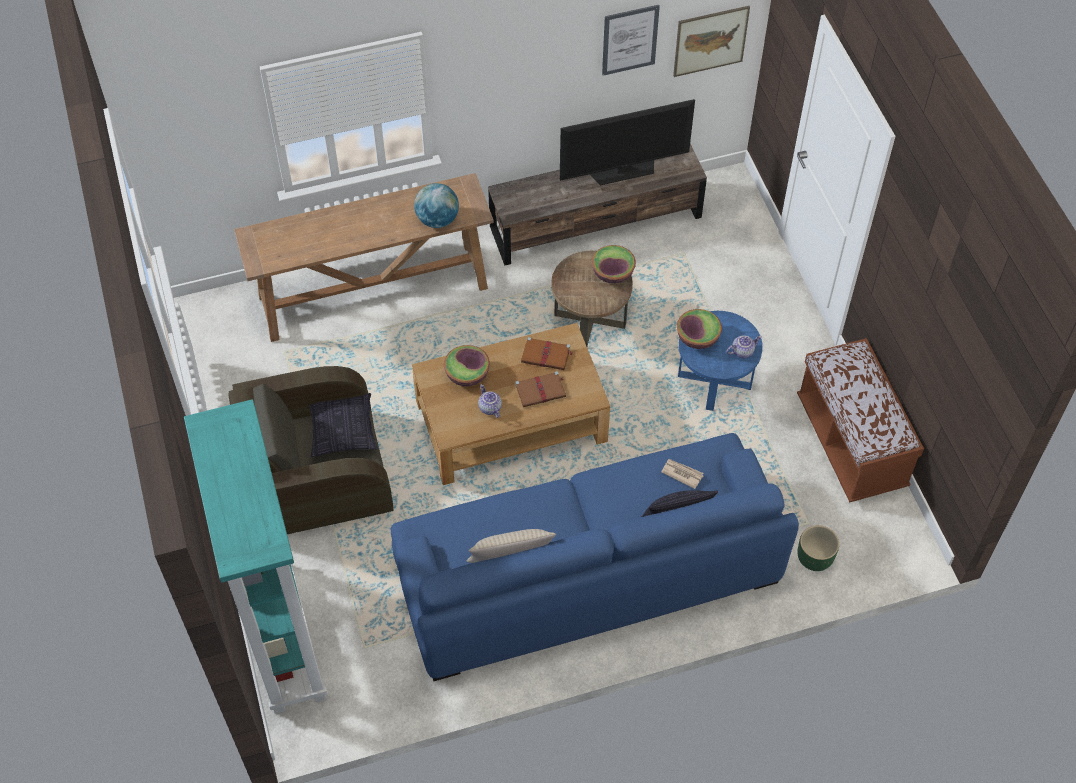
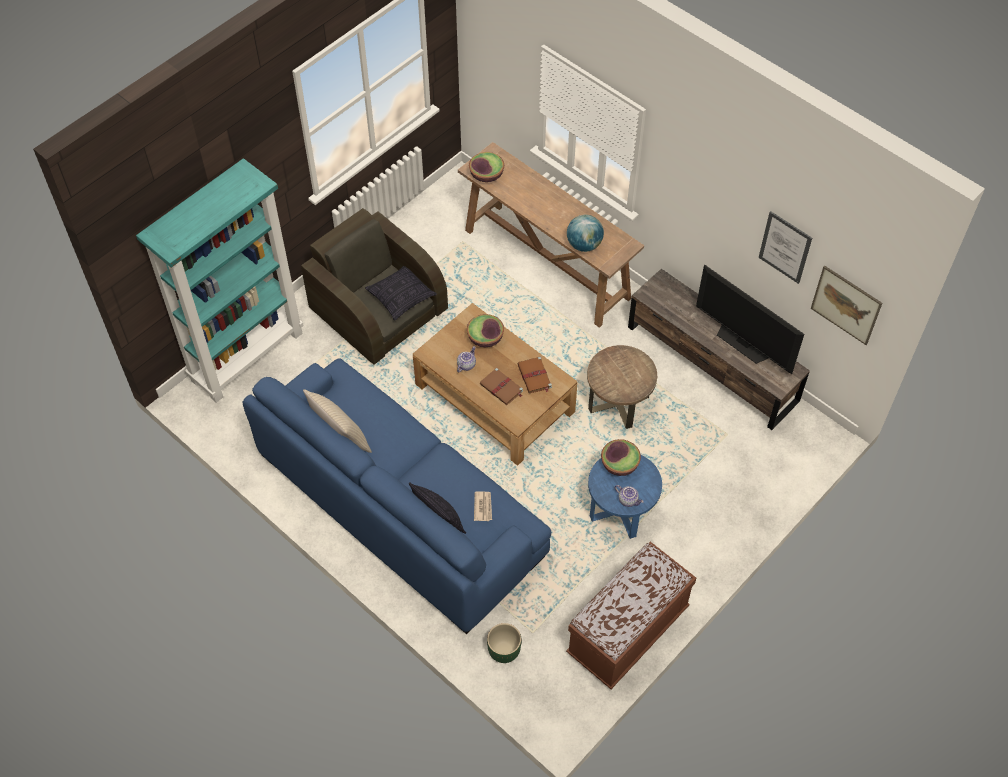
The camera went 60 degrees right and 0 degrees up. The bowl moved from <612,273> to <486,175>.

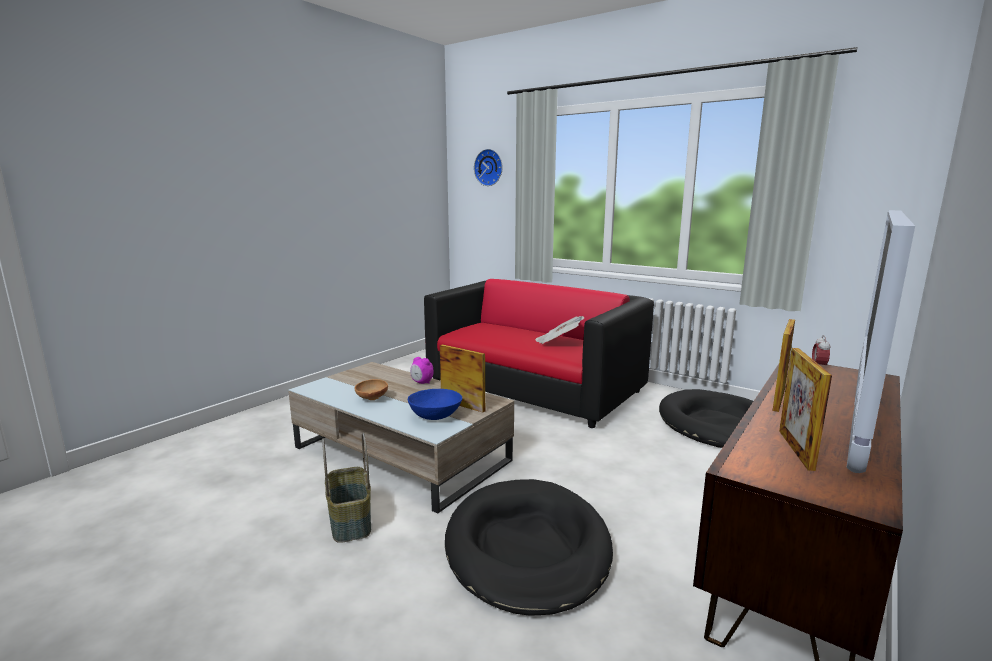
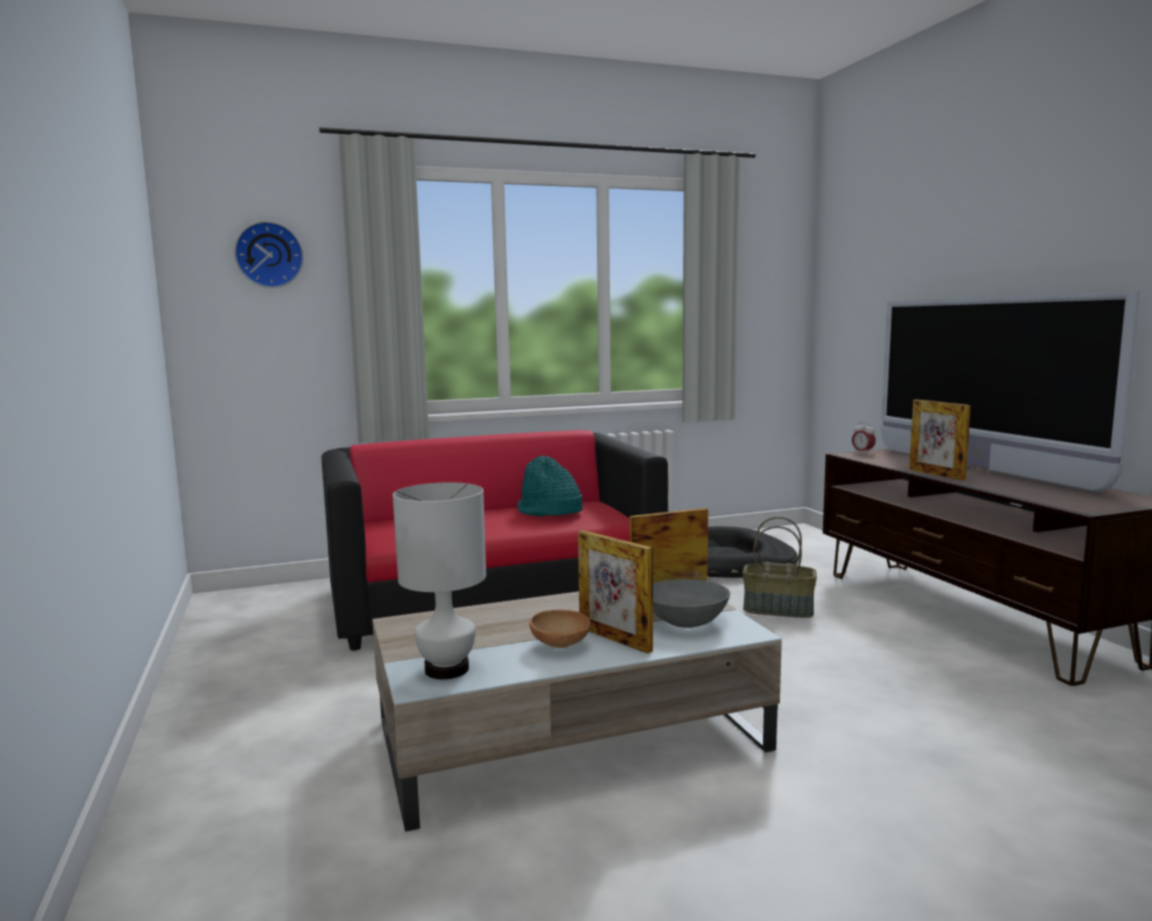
The camera went 55 degrees left and 5 degrees down. The whitish lamp for a table at <446,670> appeared. The daily paper at <558,342> was replaced by the blue-green clothing hat at <549,511>. The photo frame moved from <796,449> to <614,639>. The bluish bowl at <435,416> became the greyish bowl at <687,621>. The storage basket moved from <351,521> to <779,609>. The bedside clock at <422,382> disappeared. The black dog cushion at <527,548> disappeared.

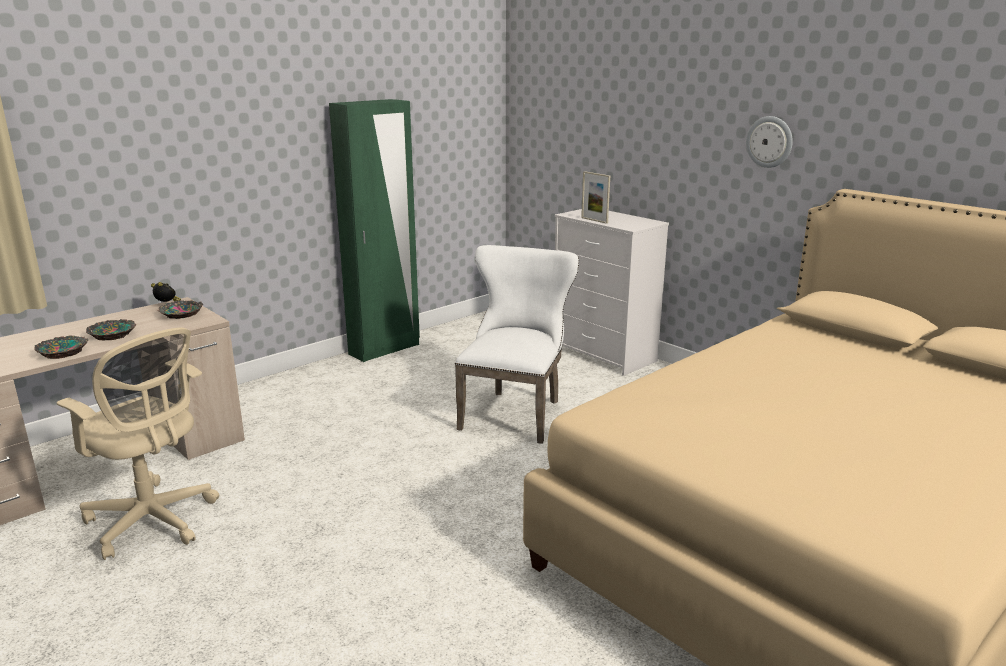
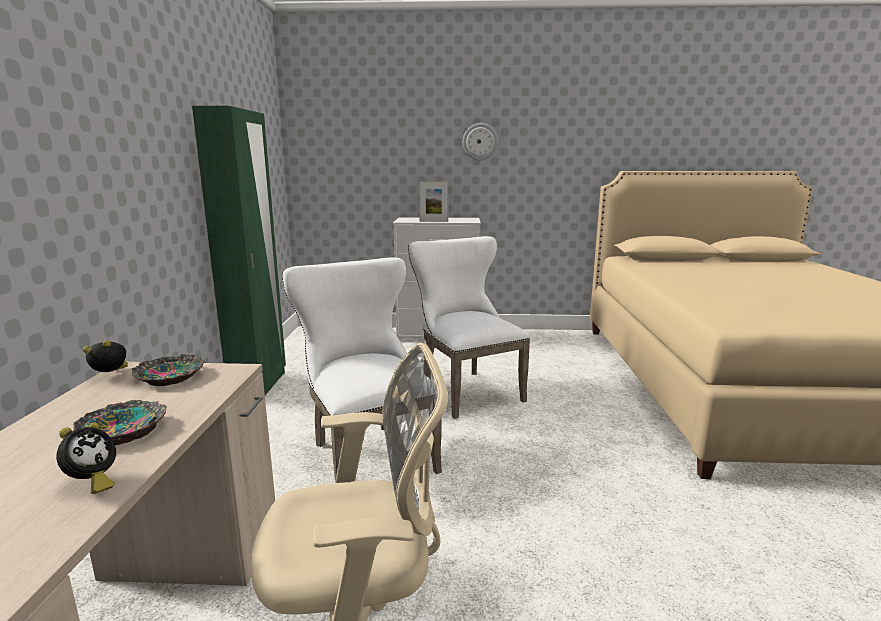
The camera went 45 degrees left and 5 degrees down. The bowl at <63,351> was replaced by the bedside clock at <92,483>. The whitish plain chair at <367,454> appeared. The clock on the wall moved from <769,142> to <480,141>.

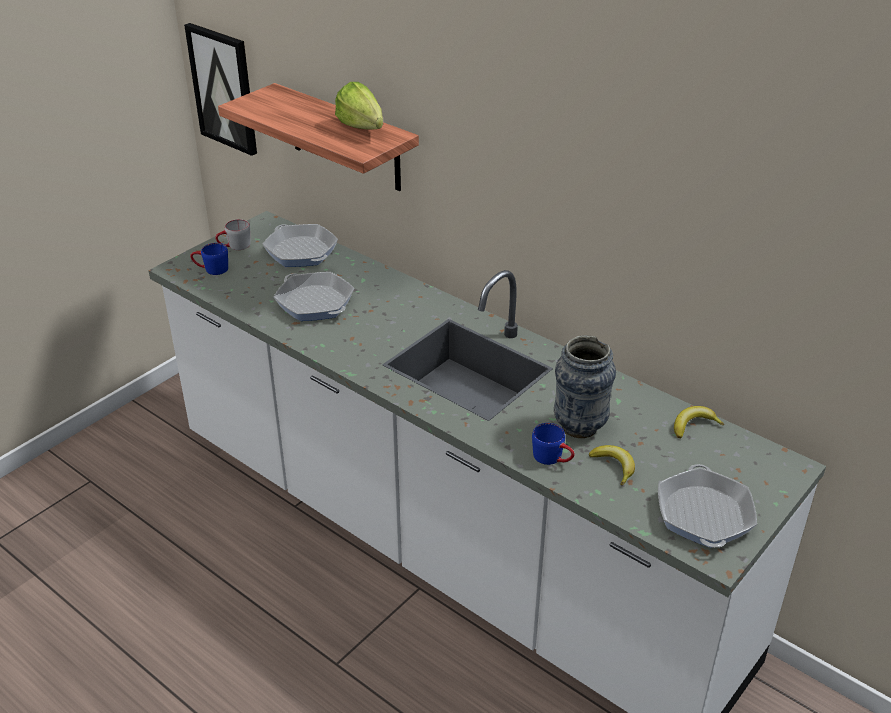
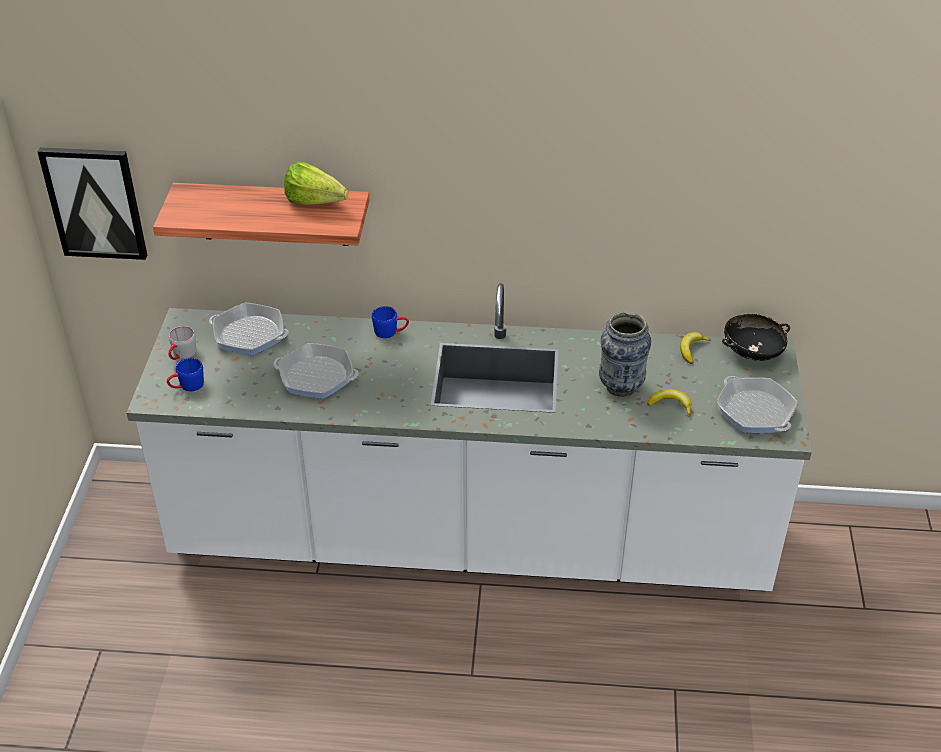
The camera went 35 degrees left and 5 degrees up. The bluish tea mug moved from <553,458> to <391,331>. The black bowl at <752,352> appeared.

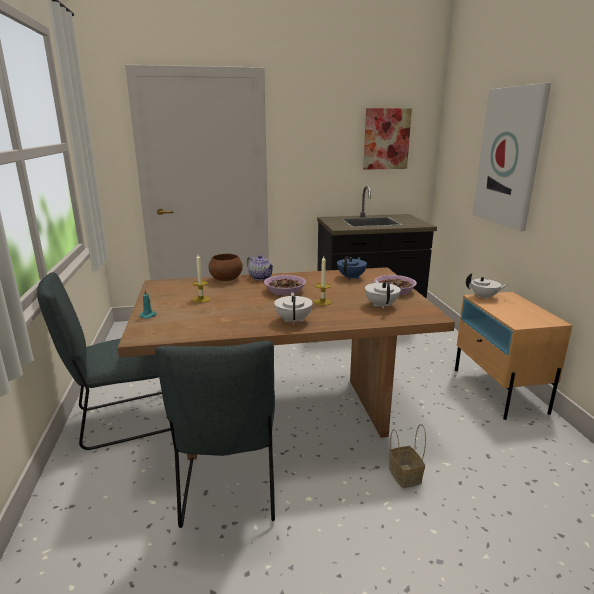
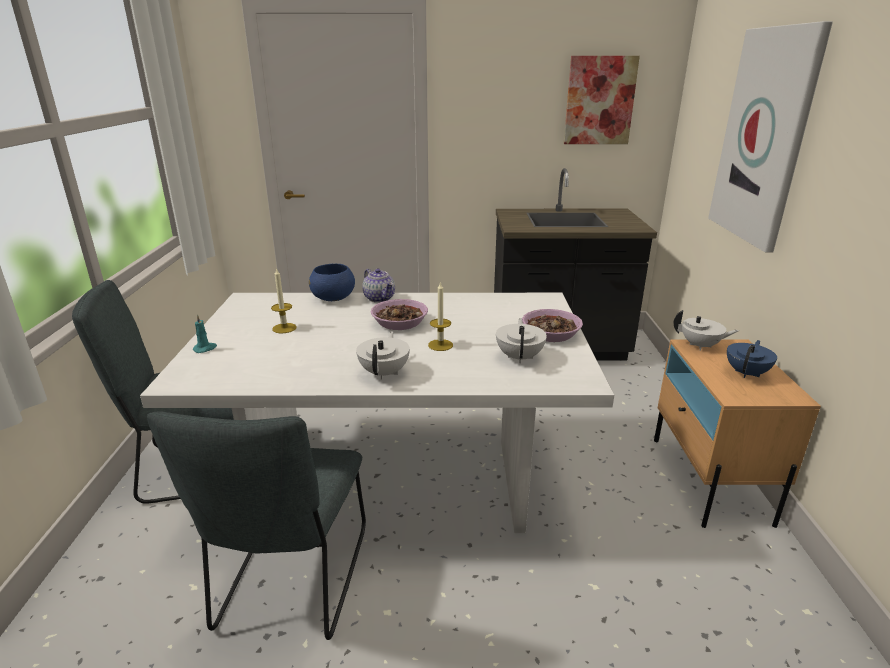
The camera went 10 degrees right and 5 degrees up. The brown-coloured kitchen table at <284,414> became the whitish kitchen table at <397,482>. The brown-coloured bowl at <226,279> became the bluish bowl at <333,298>. The bluish teapot moved from <351,277> to <747,373>. The storage basket at <403,475> disappeared.

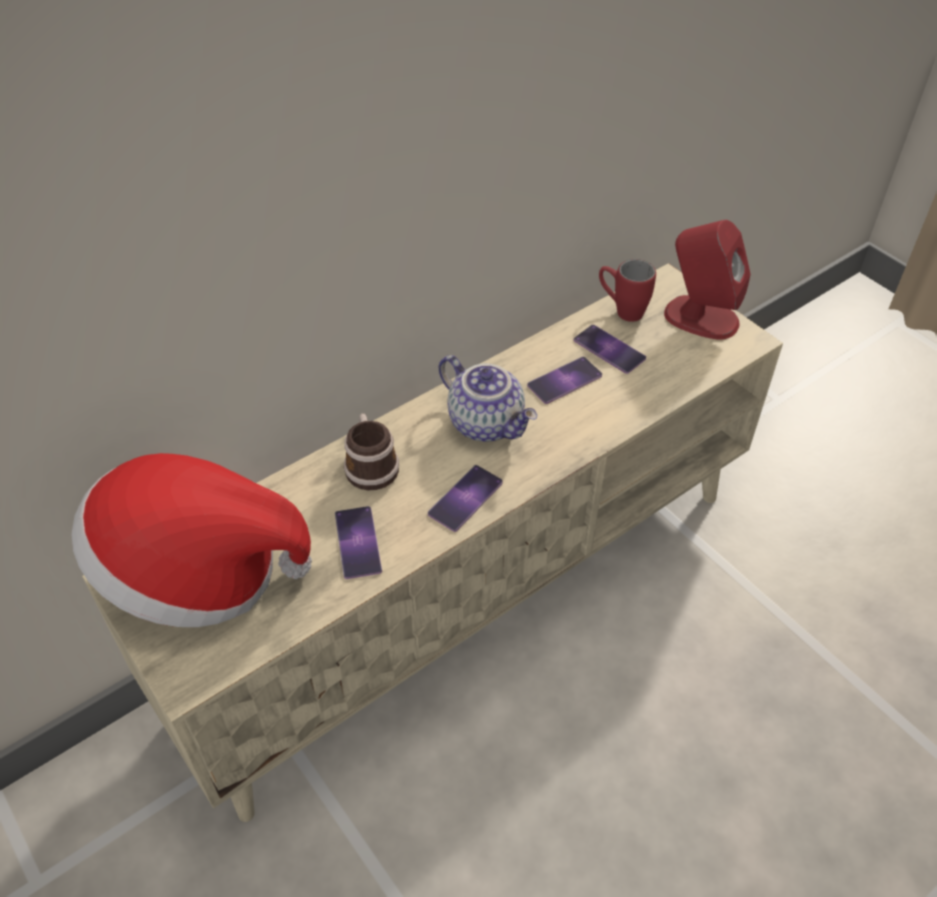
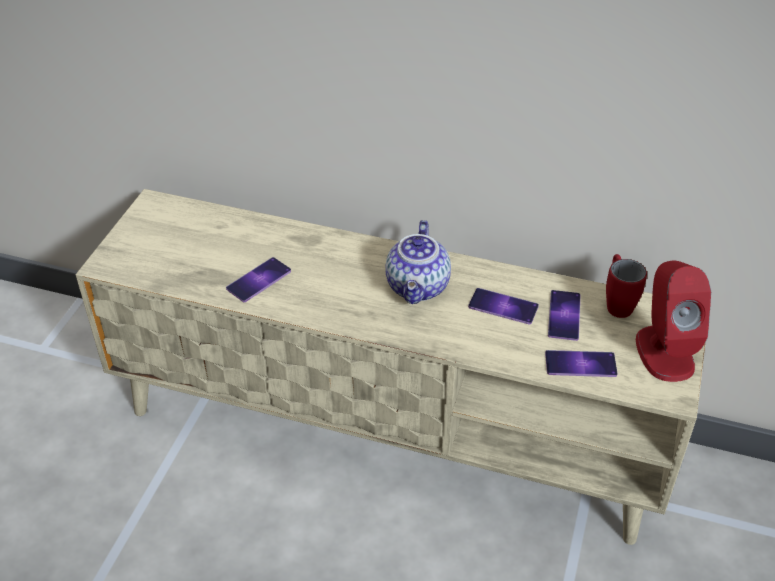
The camera went 55 degrees right and 5 degrees down. The phone moved from <465,498> to <580,364>. The clothing hat at <198,573> disappeared. The tea mug at <370,464> disappeared.

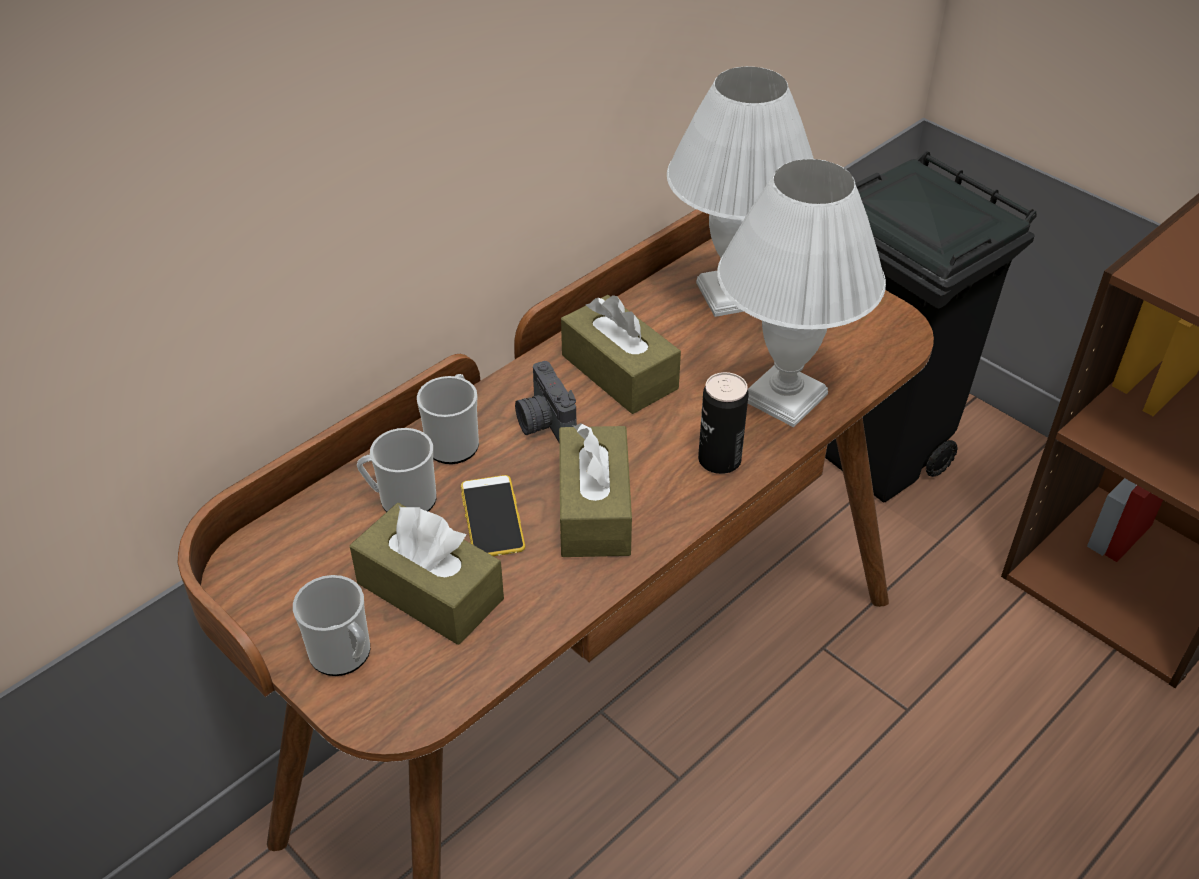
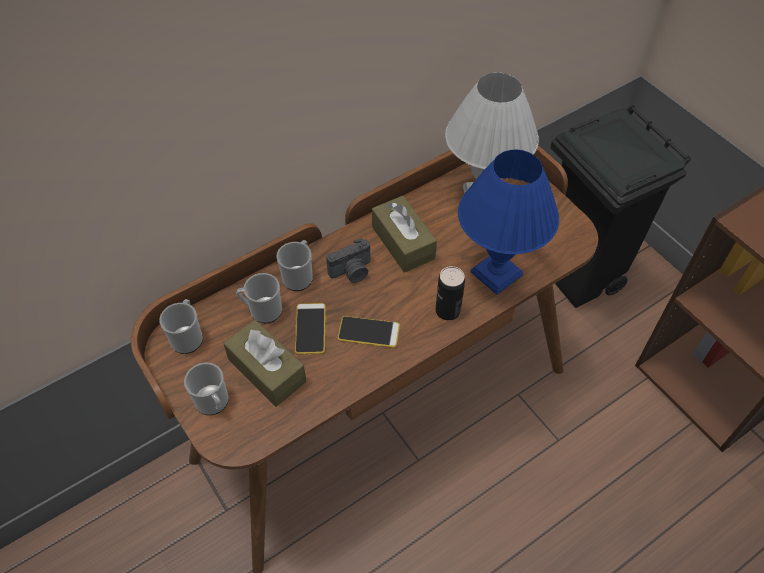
The camera went 10 degrees right and 10 degrees up. The tea mug at <188,337> appeared. The still camera at <544,424> turned 105 degrees counterclockwise. The brown-coloured box of tissues at <594,509> was replaced by the phone at <368,332>. The whitish lamp for a table at <787,397> became the bluish lamp for a table at <497,274>.

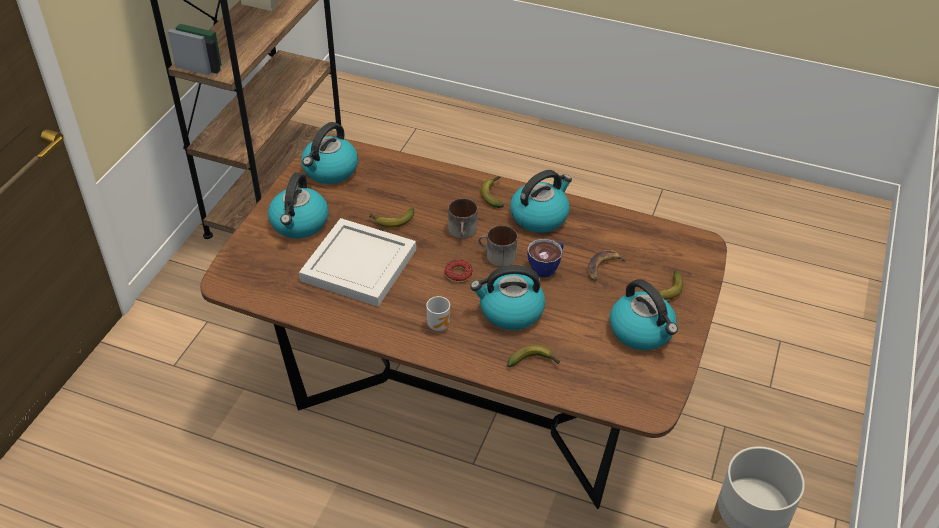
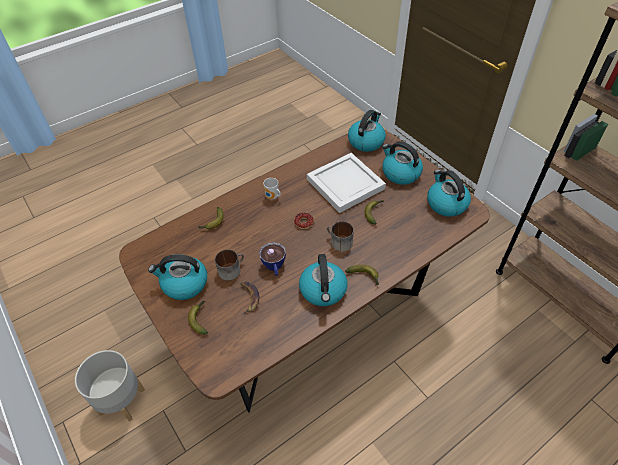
The camera went 125 degrees right and 5 degrees up. The tea mug moved from <496,256> to <231,269>. The water kettle moved from <510,311> to <366,141>.

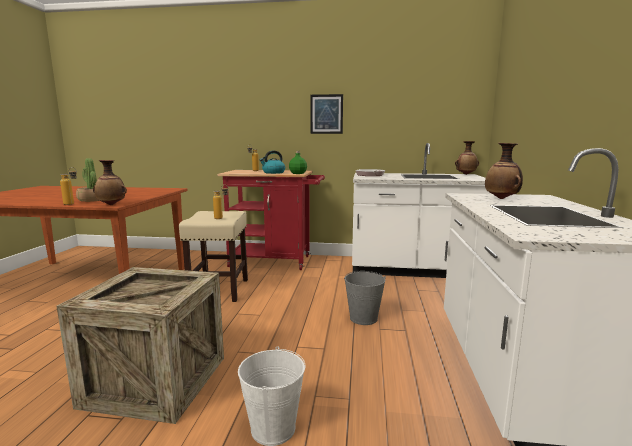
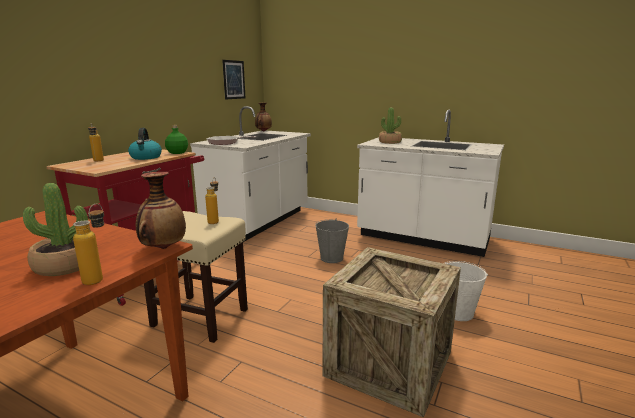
The camera went 70 degrees left and 5 degrees up. The picture moved from <326,114> to <234,79>. The decorative vase at <501,198> was replaced by the plant in a pot at <390,142>.

